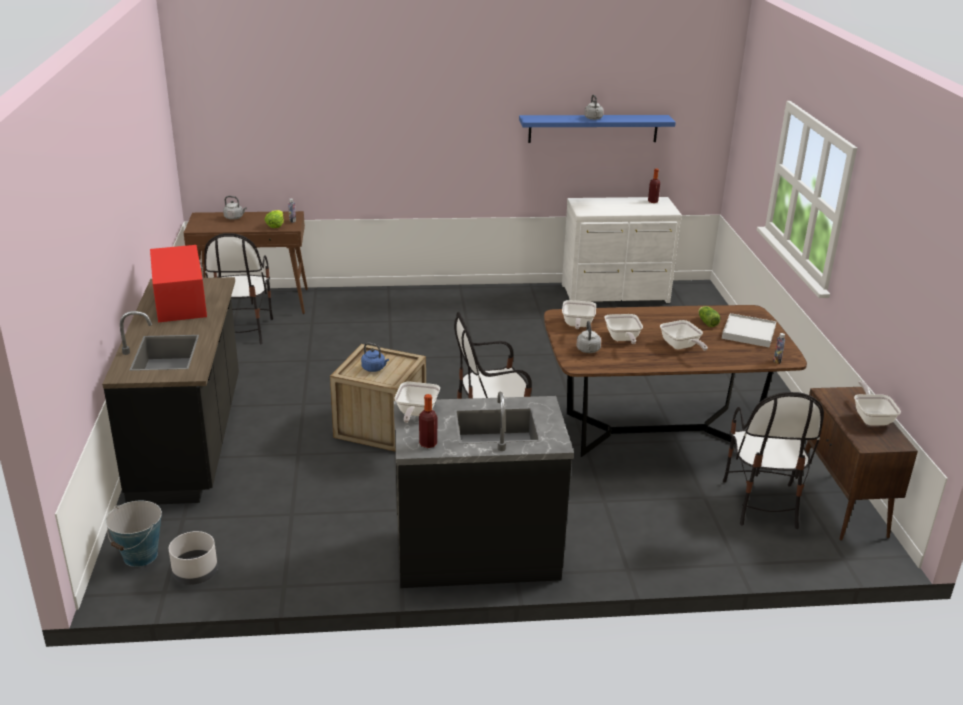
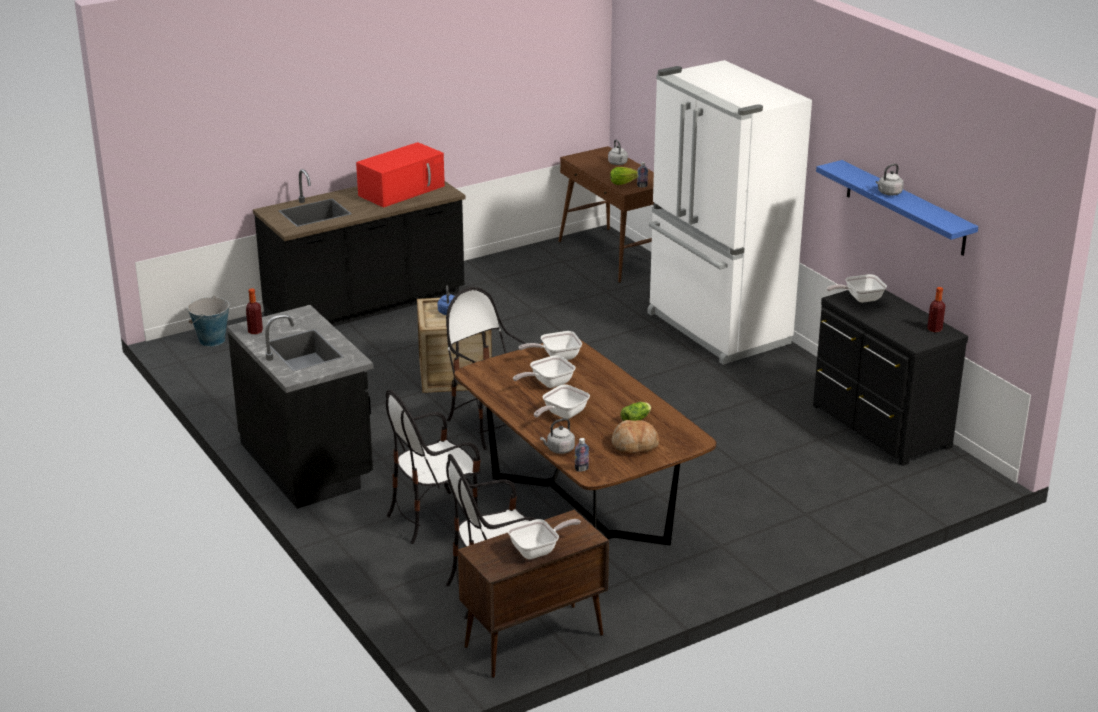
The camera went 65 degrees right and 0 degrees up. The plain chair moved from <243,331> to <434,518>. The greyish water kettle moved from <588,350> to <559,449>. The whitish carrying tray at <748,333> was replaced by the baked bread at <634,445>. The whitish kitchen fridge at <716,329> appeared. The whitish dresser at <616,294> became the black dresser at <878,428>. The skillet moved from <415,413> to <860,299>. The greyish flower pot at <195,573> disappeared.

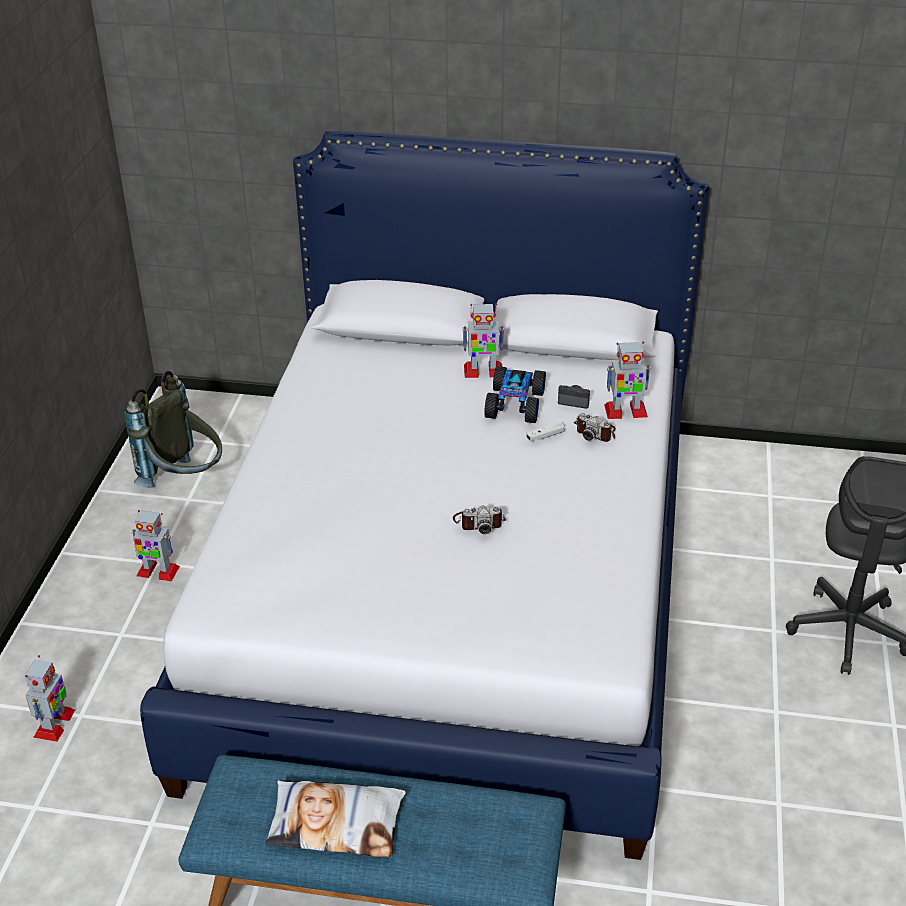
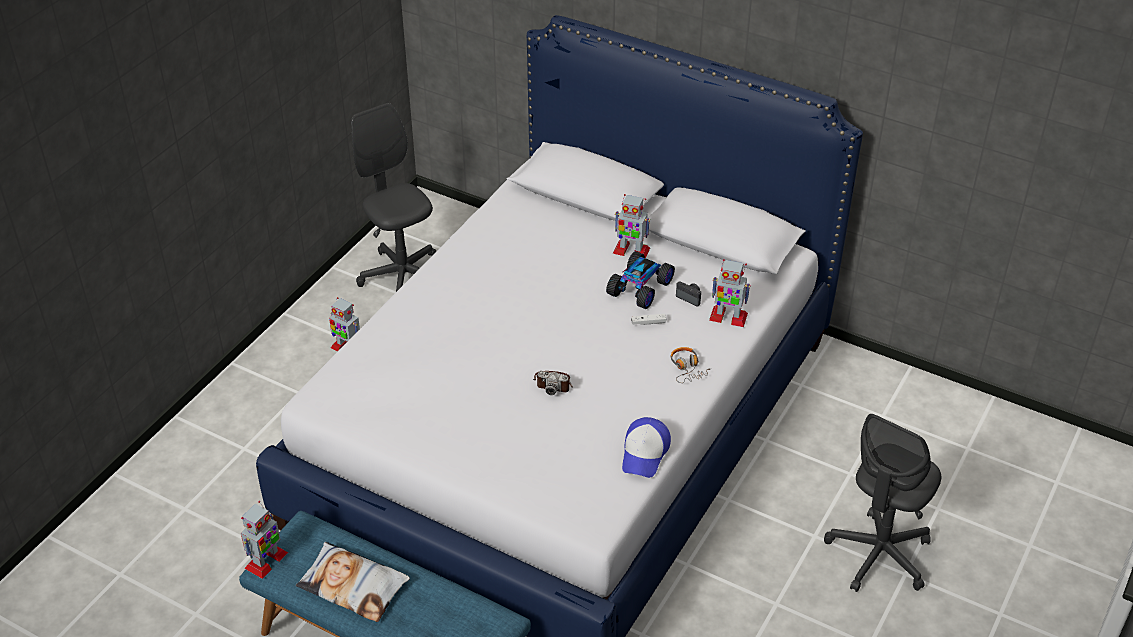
The camera went 20 degrees right and 5 degrees up. The robot figure moved from <54,724> to <266,561>. The greyish knapsack at <185,481> was replaced by the greyish computer chair at <402,276>. The cap at <645,453> appeared. The headphones at <687,368> appeared. The still camera at <595,432> disappeared.

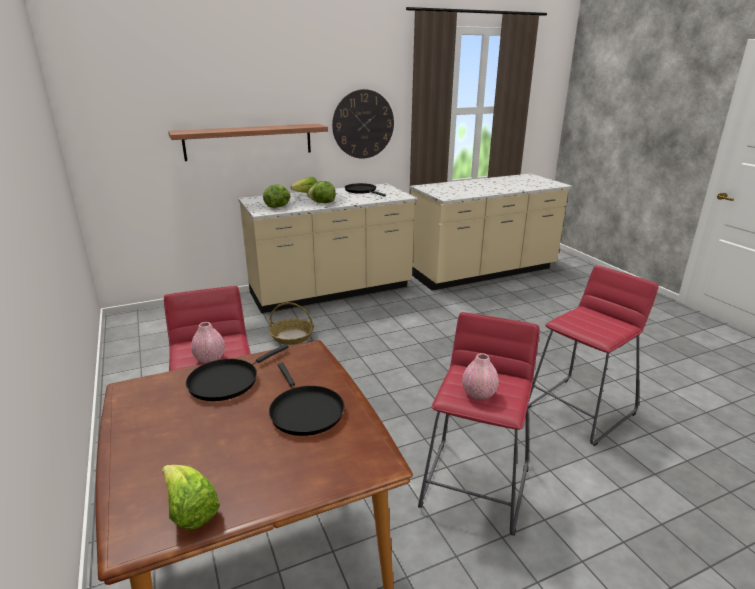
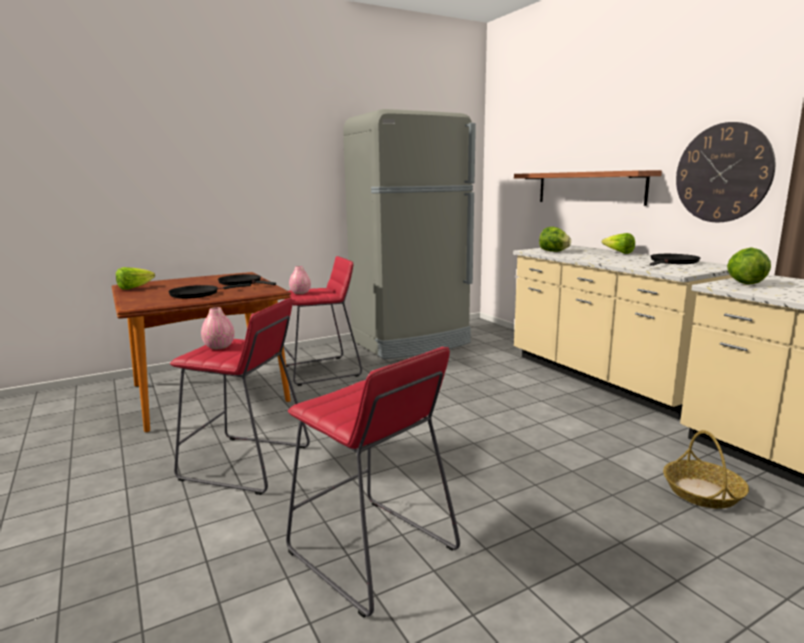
The camera went 85 degrees right and 10 degrees down. The greyish kitchen fridge at <411,342> appeared. The storage basket moved from <292,336> to <703,492>. The head of lettuce moved from <322,203> to <744,283>.

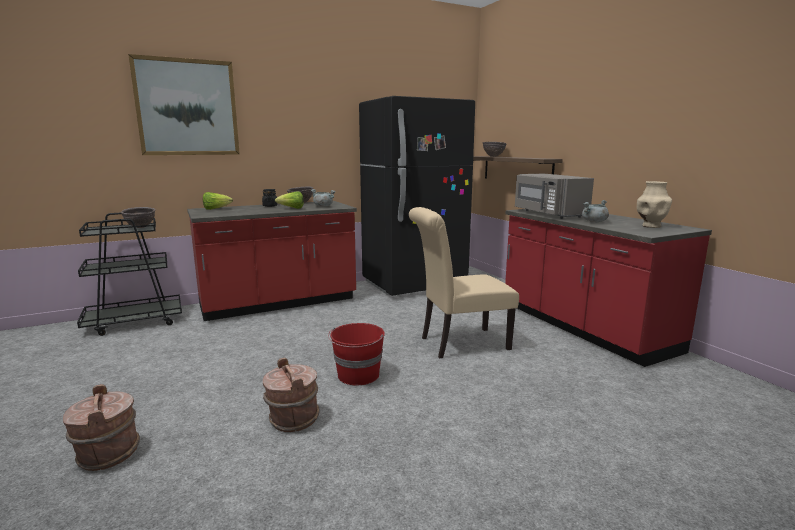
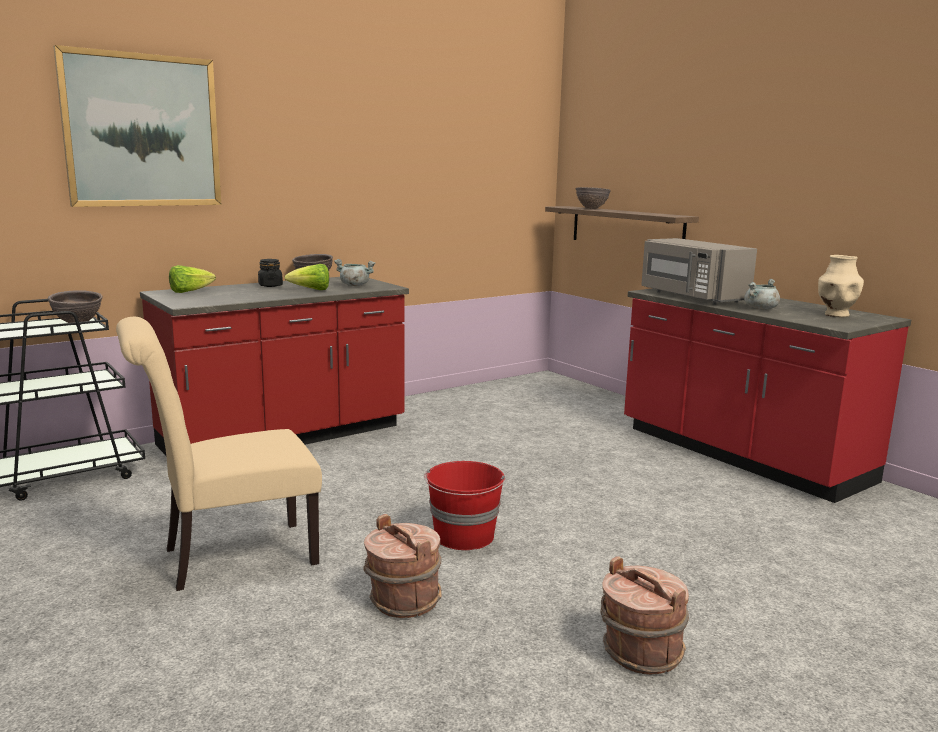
The camera went 10 degrees left and 0 degrees up. The beige plain chair moved from <459,343> to <230,557>. The brown-coloured bucket moved from <107,454> to <640,652>. The black kitchen fridge at <414,284> disappeared.

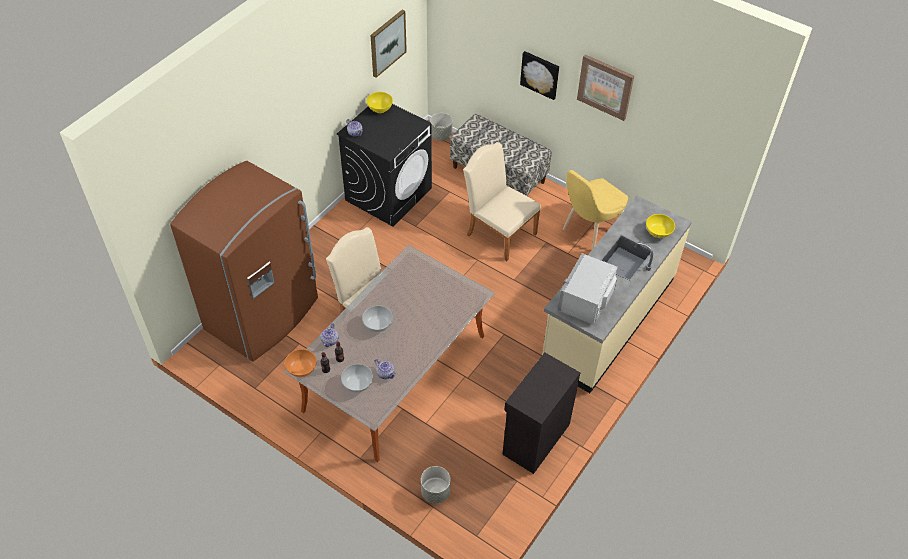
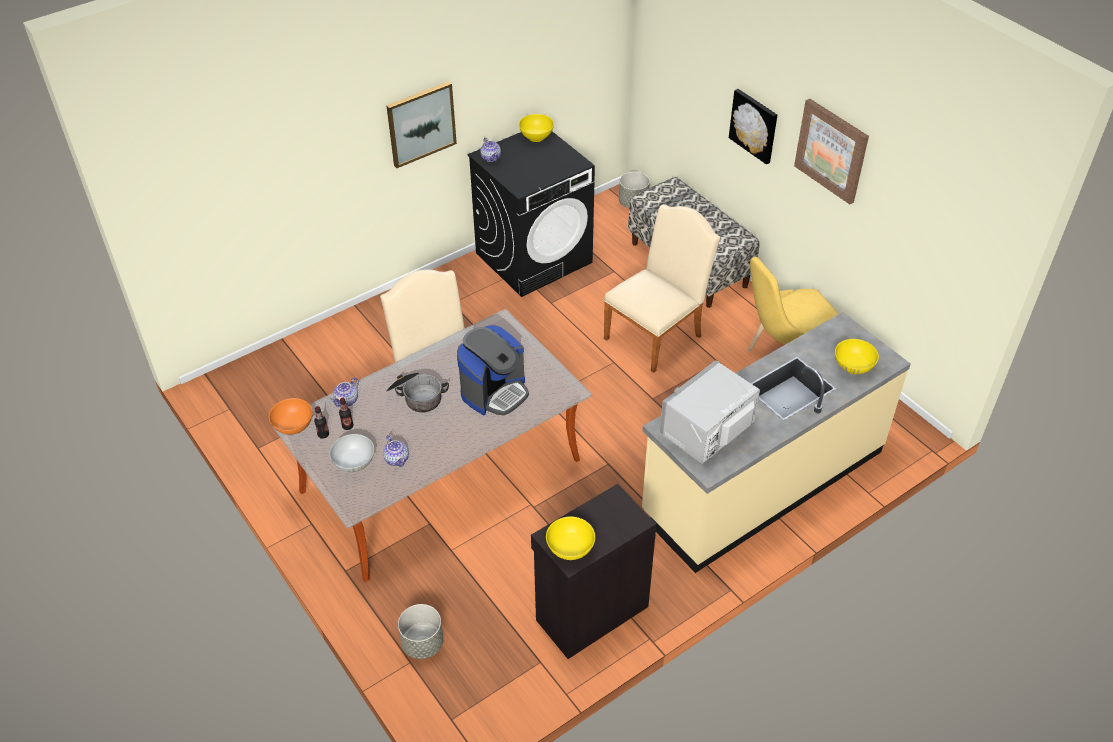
The camera went 20 degrees right and 5 degrees down. The picture moved from <387,43> to <421,123>. The whitish bowl at <378,325> was replaced by the stockpot at <416,397>. The coffee maker at <494,392> appeared. The yellow-coloured bowl at <570,549> appeared. The beige plain chair at <498,232> turned 75 degrees clockwise. The brown-coloured kitchen fridge at <263,315> disappeared.

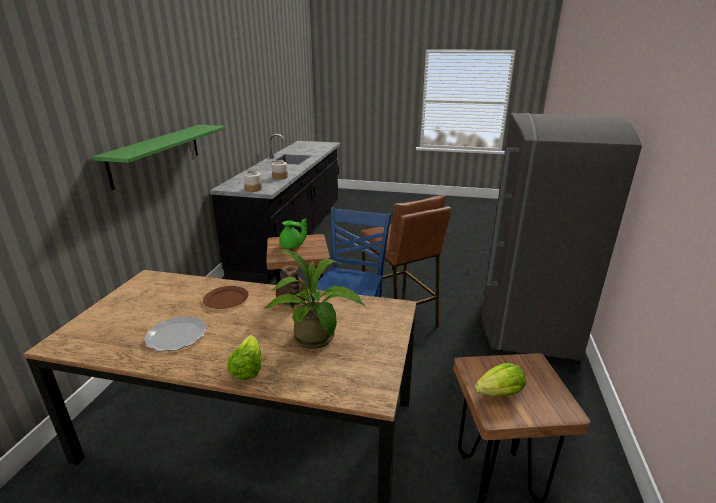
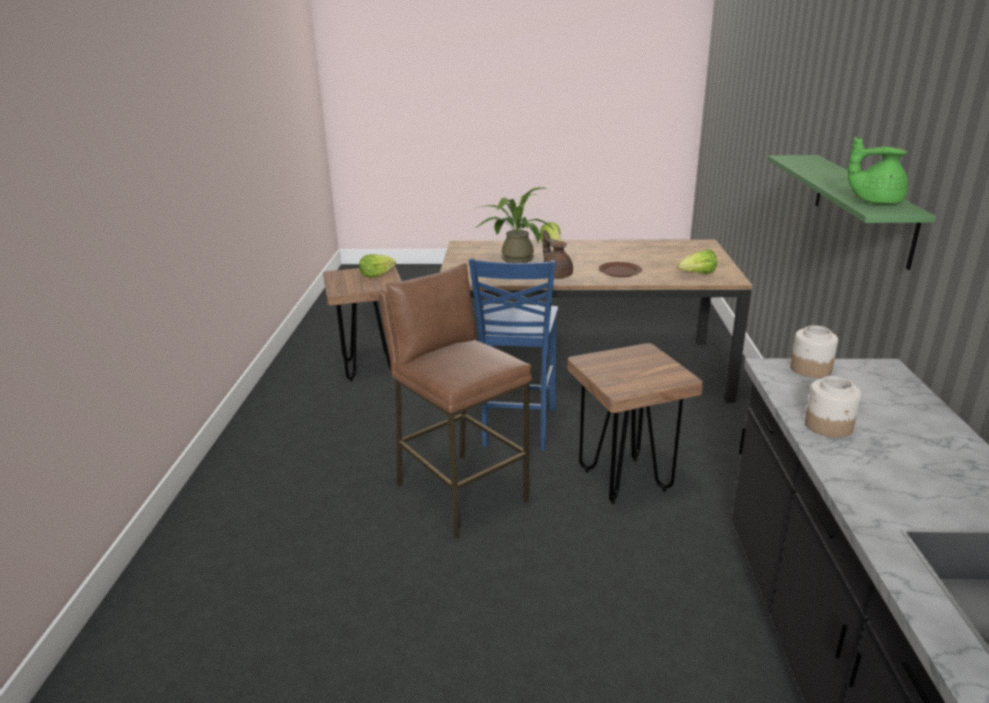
The camera went 170 degrees right and 0 degrees up. The head of lettuce at <697,275> appeared. The green-coloured teapot moved from <292,246> to <874,201>. The flat dish at <176,336> disappeared. The greyish kitchen fridge at <526,325> disappeared.

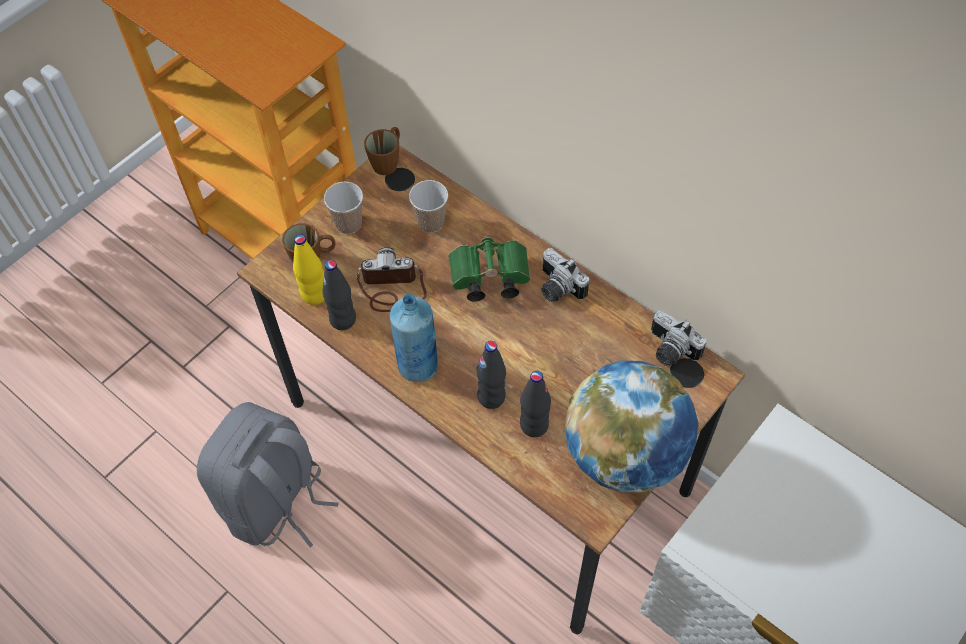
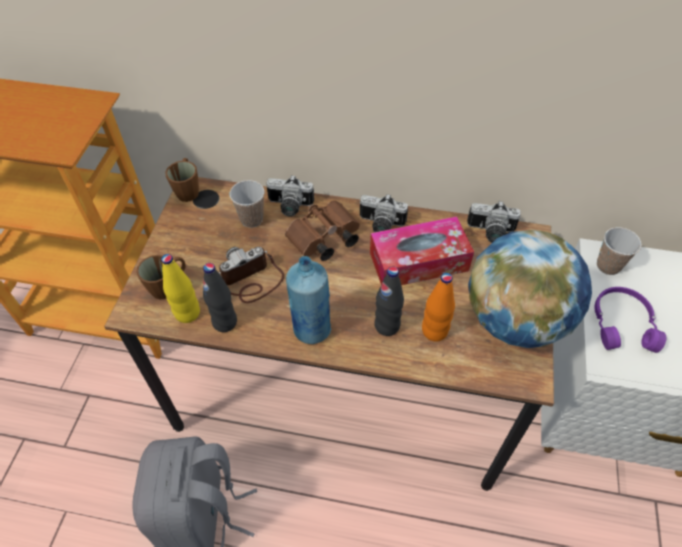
The camera went 30 degrees left and 5 degrees down. The still camera at <289,207> appeared. The green-coloured binoculars at <487,278> became the brown-coloured binoculars at <323,240>. The box of tissues at <418,261> appeared. The black drink bottle at <534,425> became the orange drink bottle at <434,331>. The purplish headphones at <622,324> appeared. The cup moved from <348,224> to <608,266>.

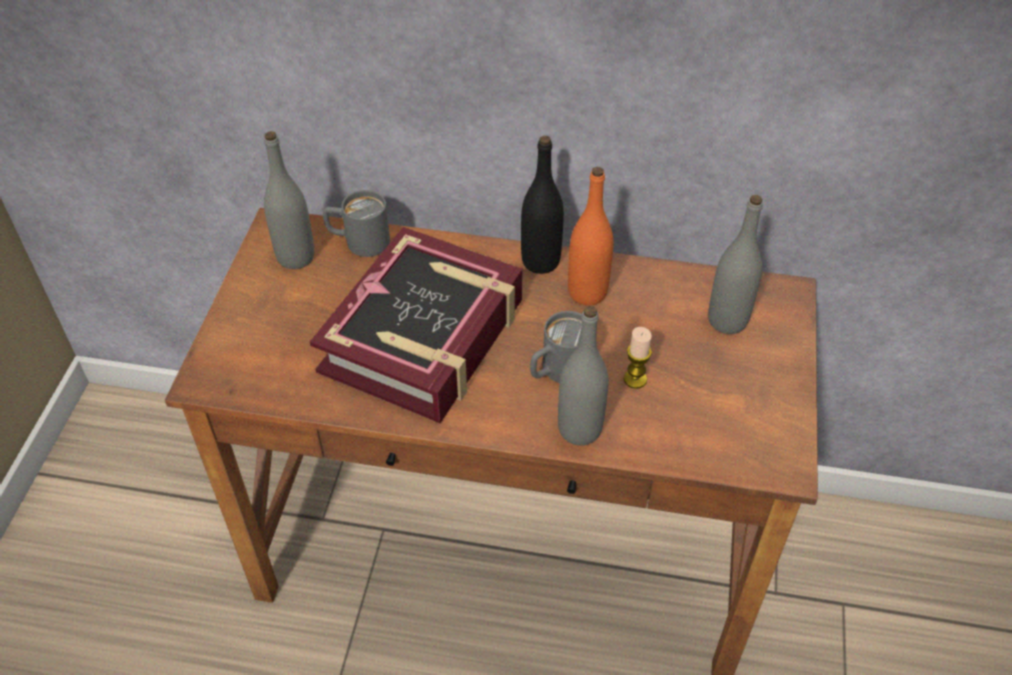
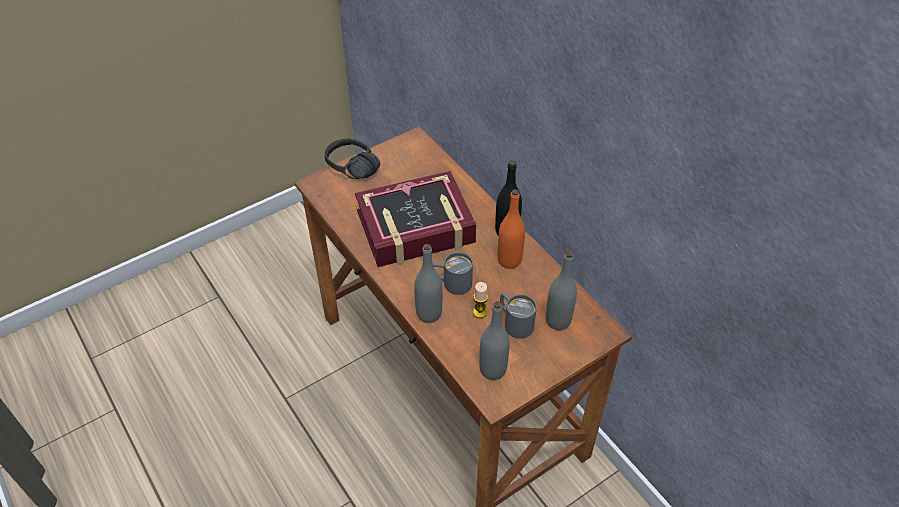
The camera went 45 degrees right and 0 degrees up. The black headphones at <347,172> appeared. The greyish drink bottle moved from <296,257> to <492,369>. The greyish tea mug moved from <358,241> to <514,322>.

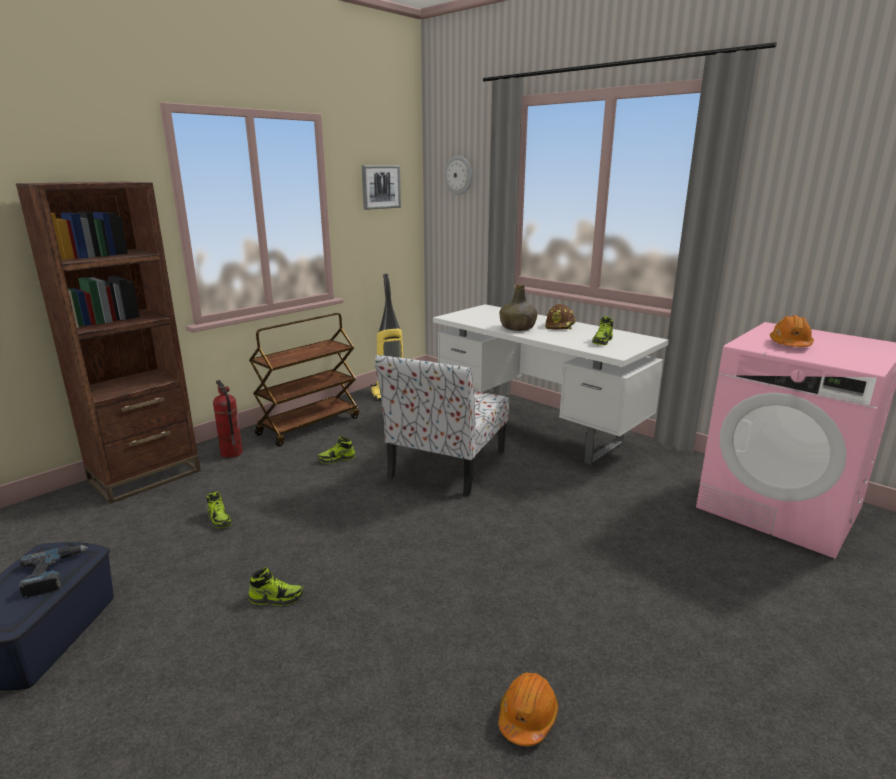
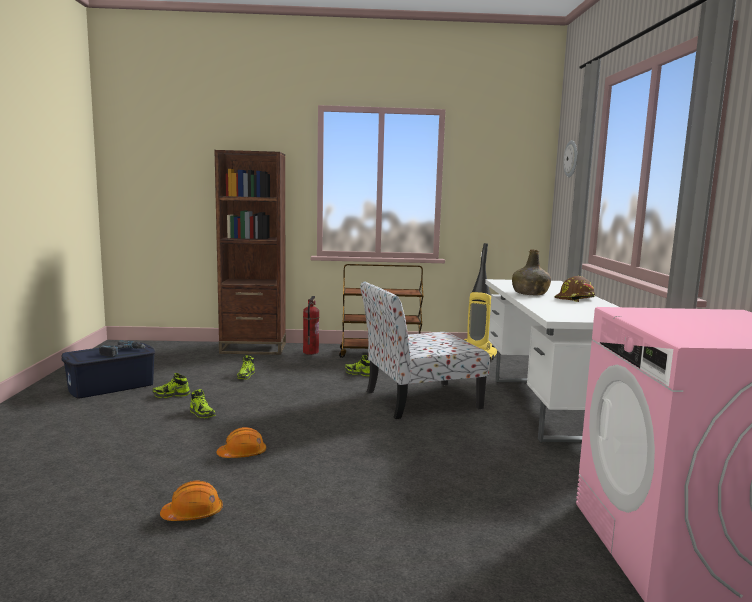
The camera went 45 degrees right and 10 degrees down. The low shoe moved from <602,341> to <171,395>. The orange safety helmet moved from <790,344> to <242,454>. The picture at <380,187> disappeared.

